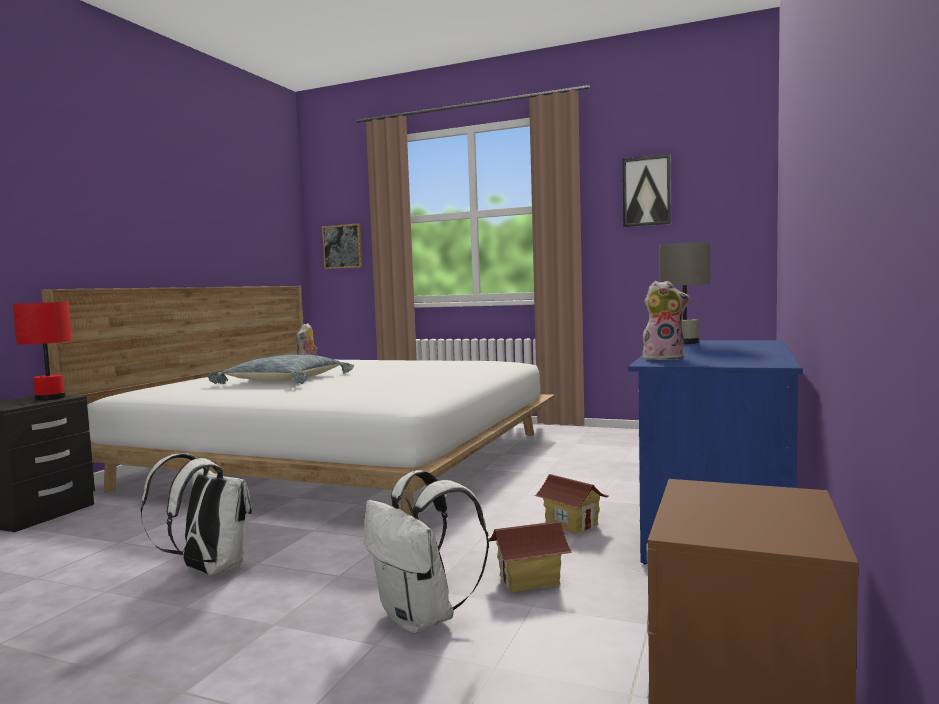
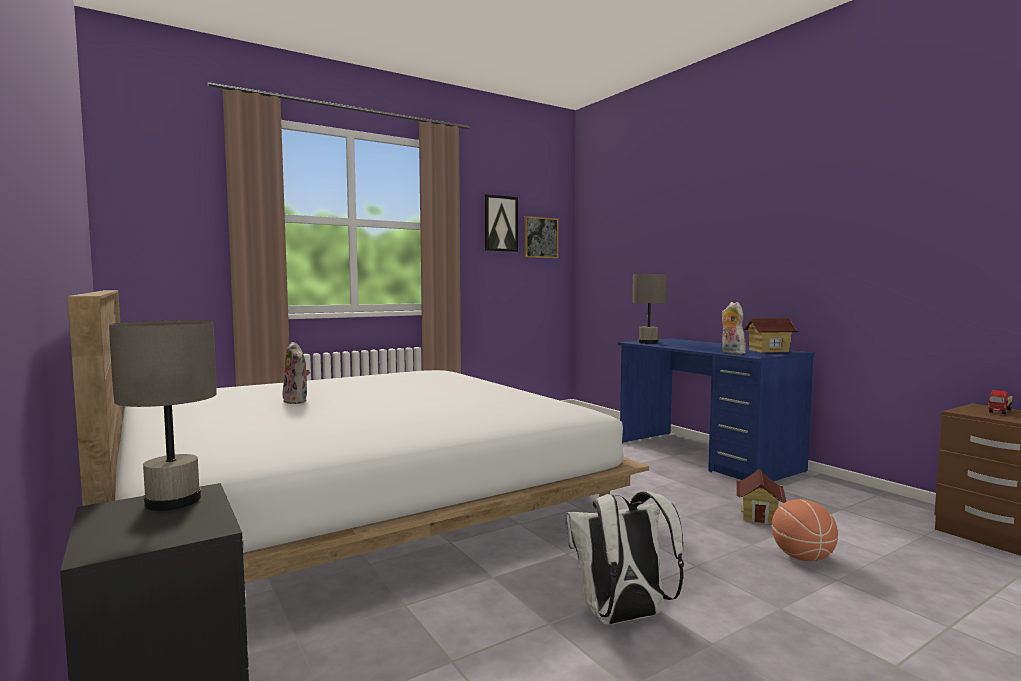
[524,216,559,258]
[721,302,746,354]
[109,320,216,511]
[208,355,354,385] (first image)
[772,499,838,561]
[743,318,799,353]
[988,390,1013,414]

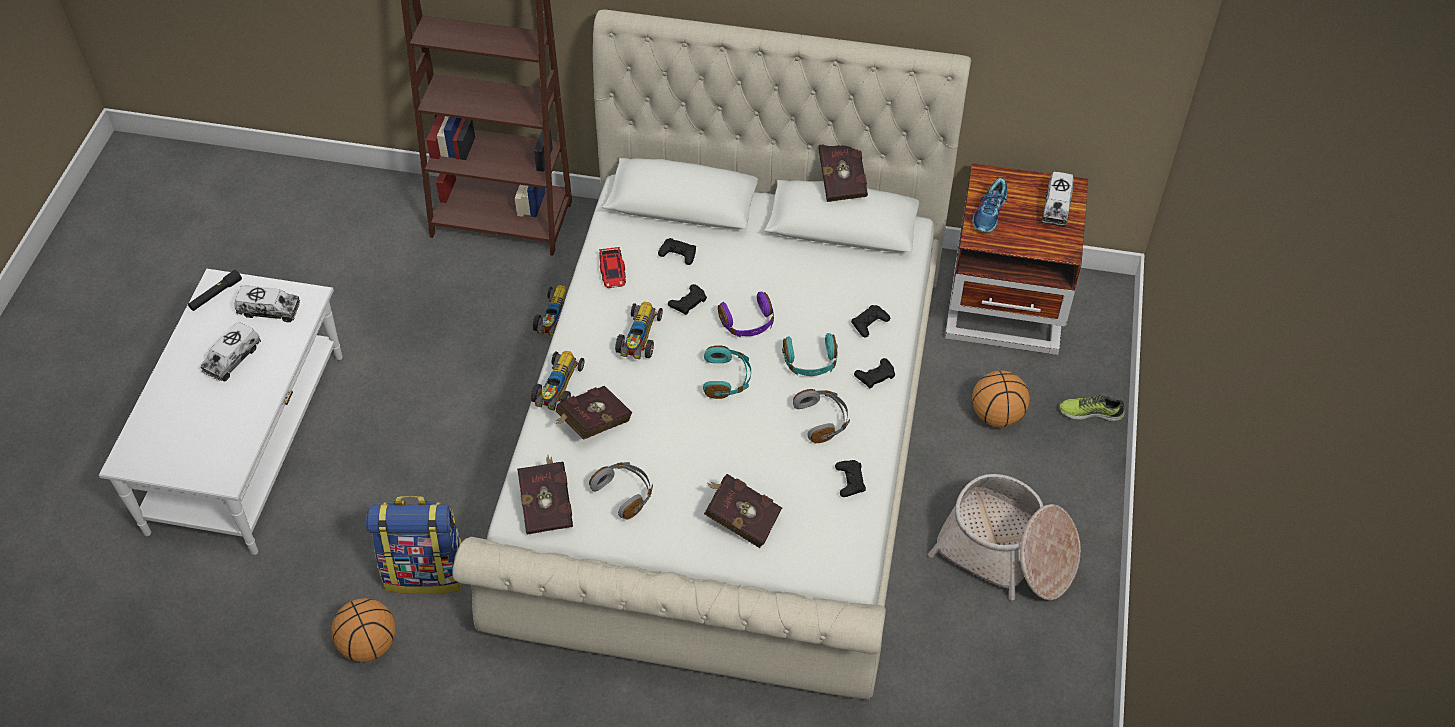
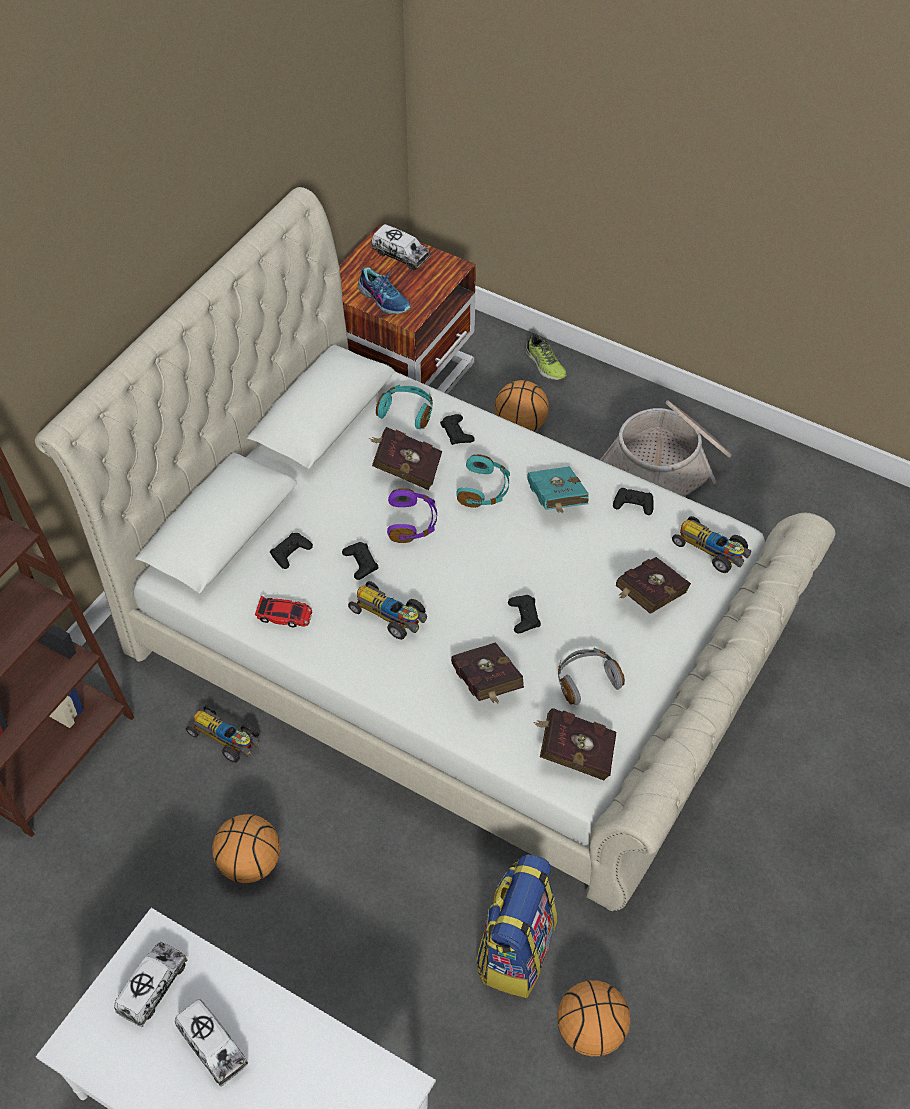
[369,427,442,490]
[188,270,242,311] (first image)
[376,385,433,429]
[672,516,751,573]
[508,595,541,633]
[527,466,589,514]
[525,333,567,380]
[212,814,281,883]

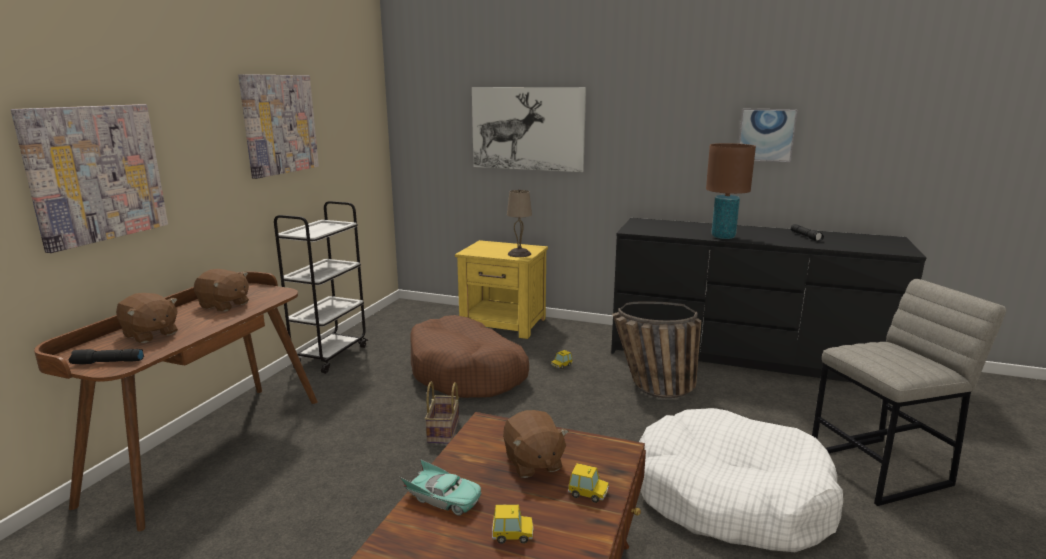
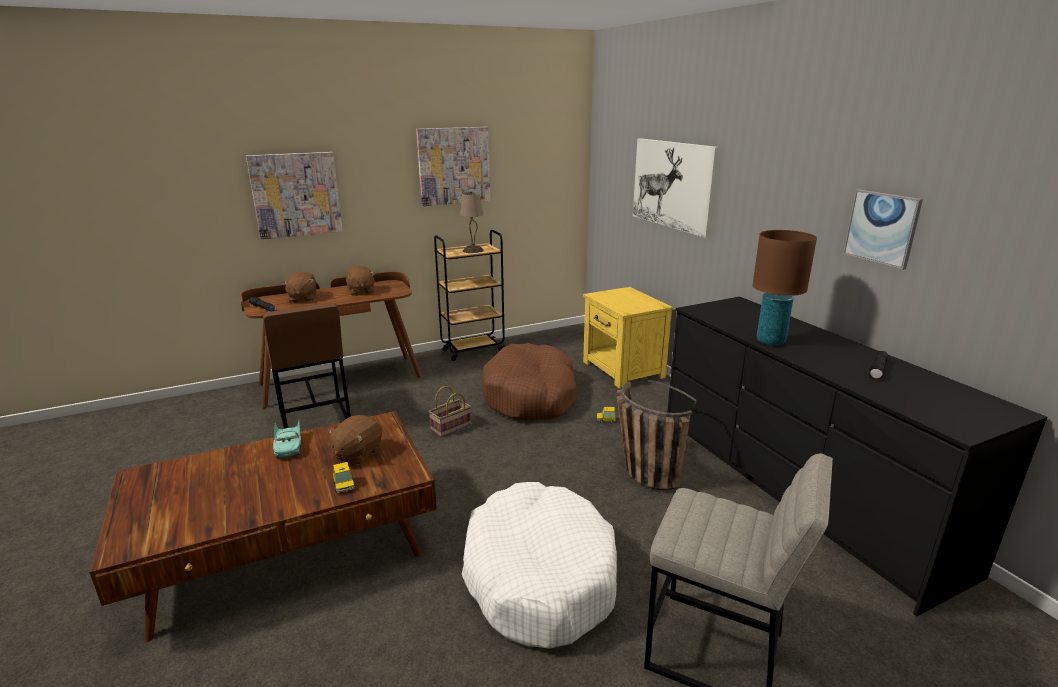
[460,191,484,253]
[434,230,506,361]
[492,504,533,544] (first image)
[263,303,351,428]

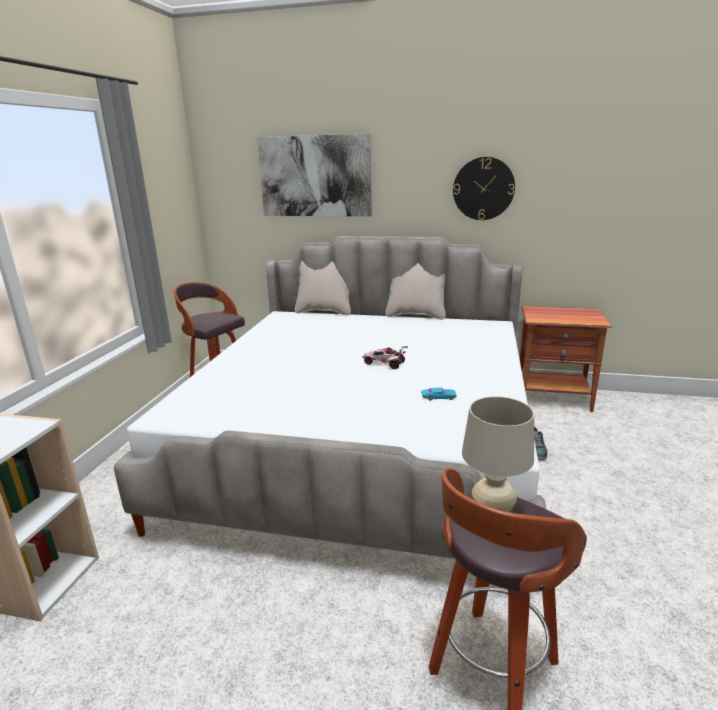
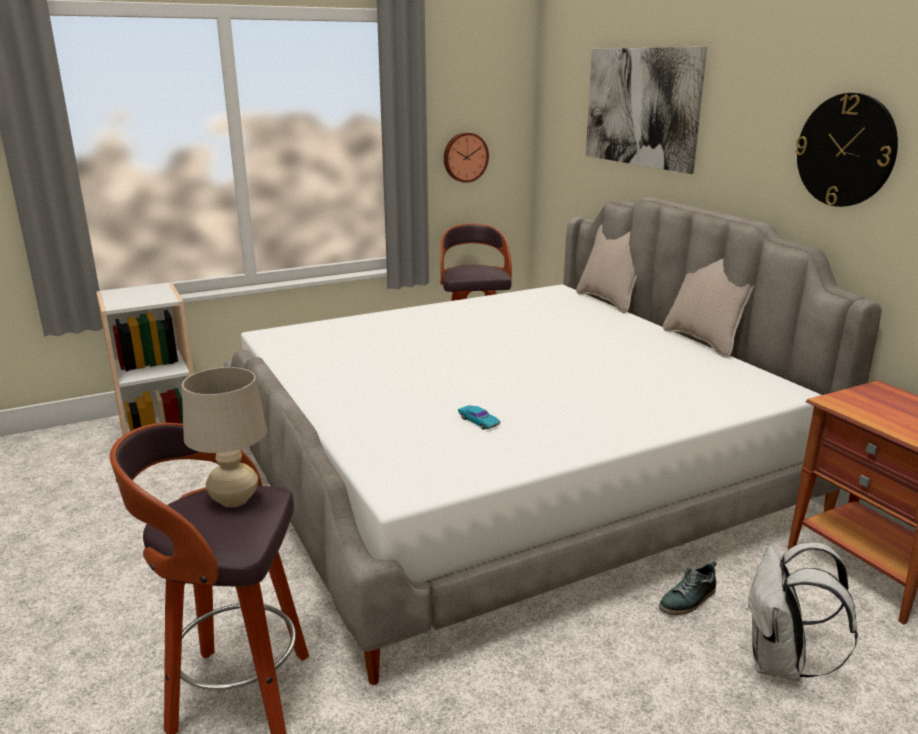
[362,346,408,369] (first image)
[444,132,489,183]
[746,542,858,682]

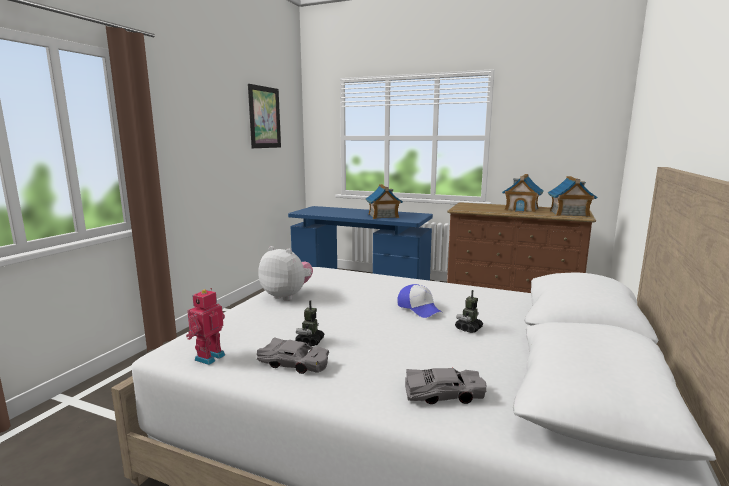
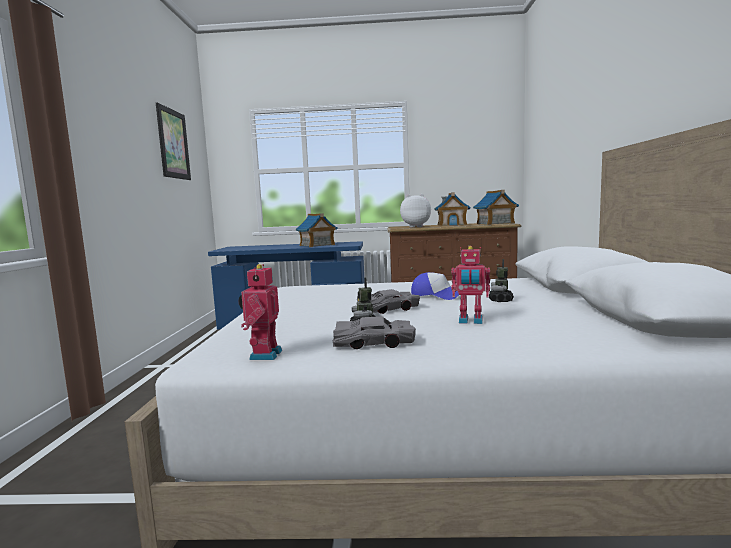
[400,194,431,227]
[357,289,420,314]
[451,246,490,324]

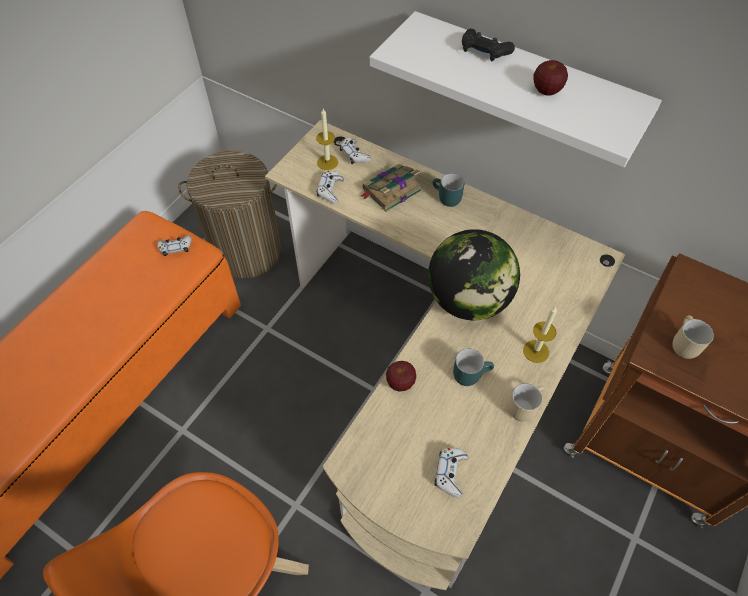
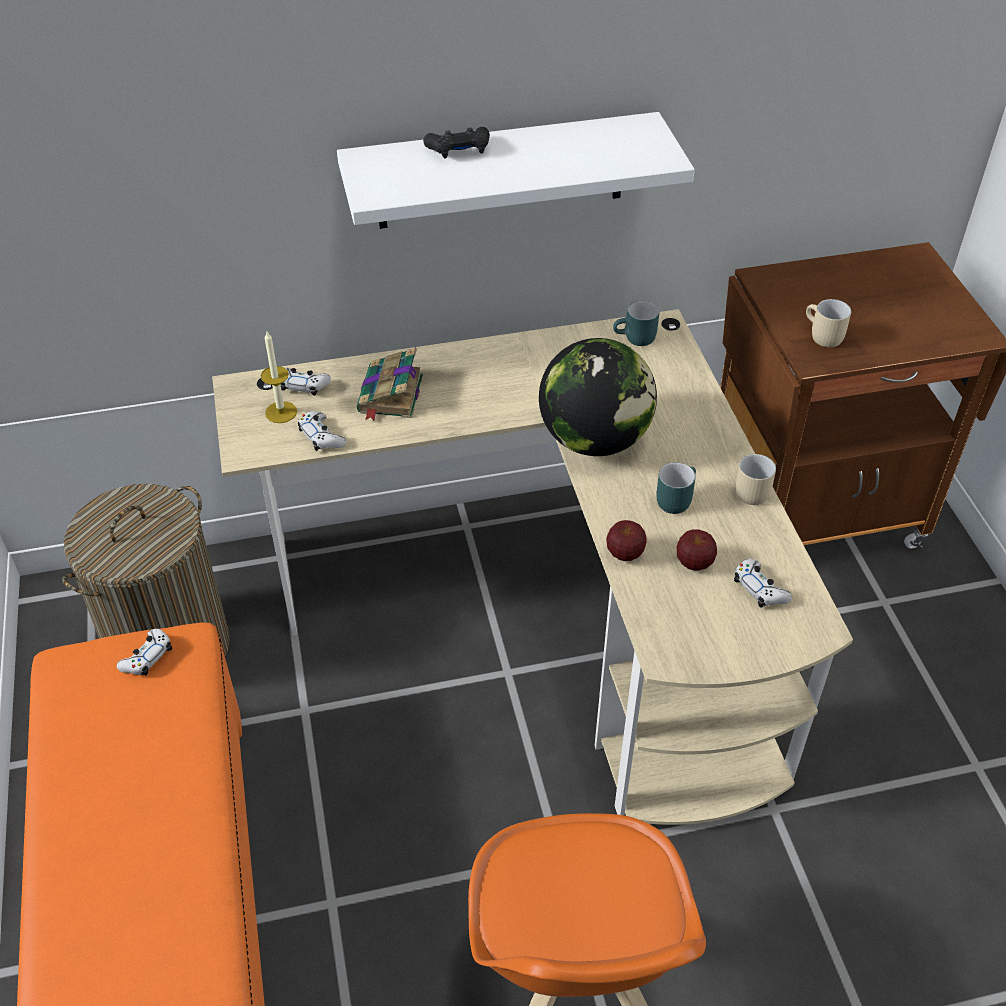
[677,529,717,571]
[613,301,659,346]
[523,306,557,363] (first image)

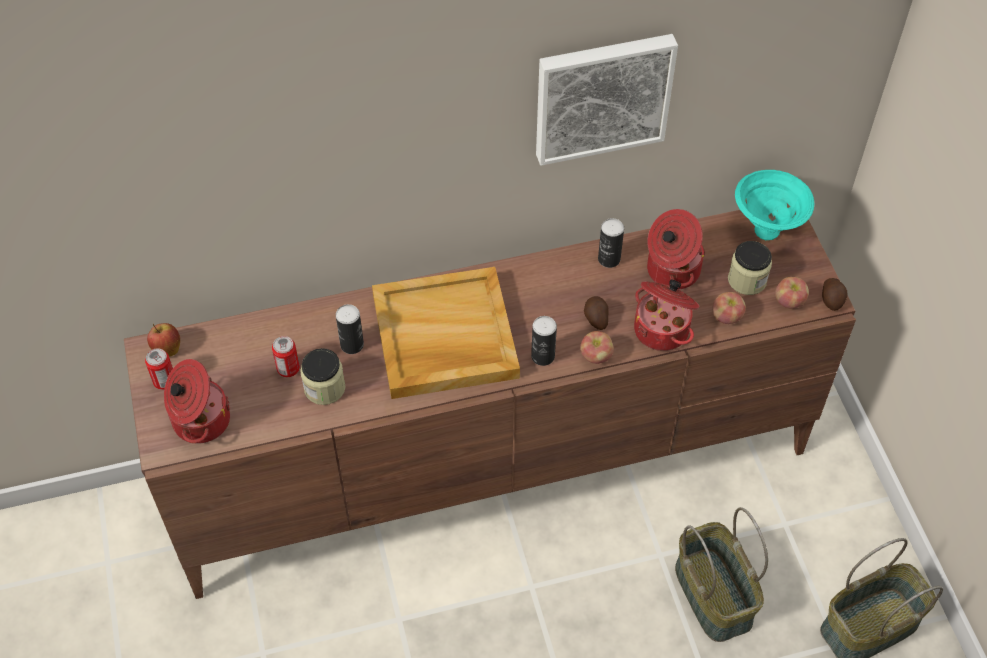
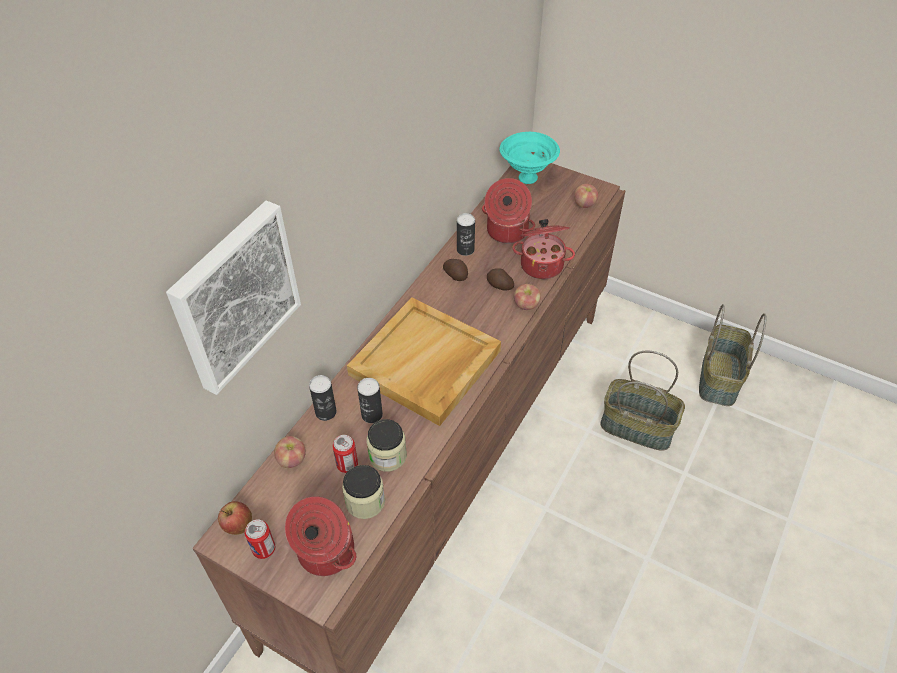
[166,200,301,395]
[342,465,385,519]
[443,259,468,281]
[274,436,306,468]
[309,375,336,421]

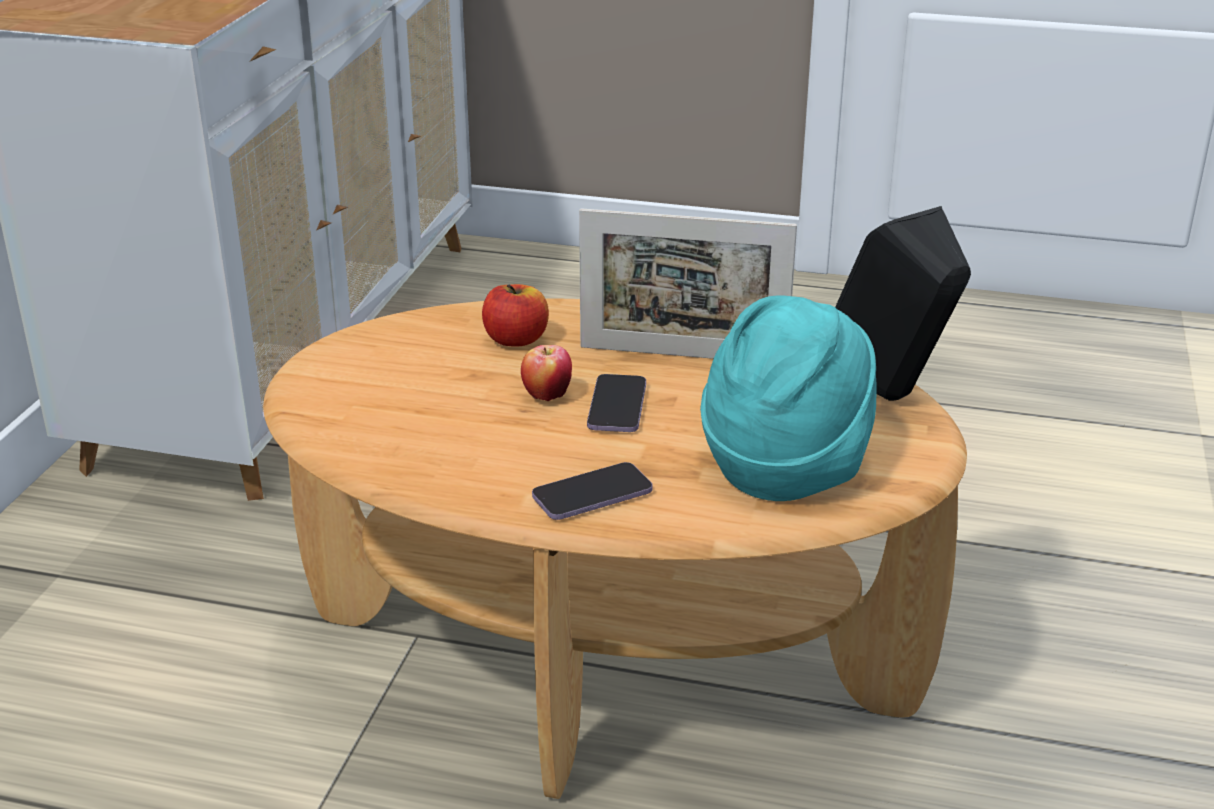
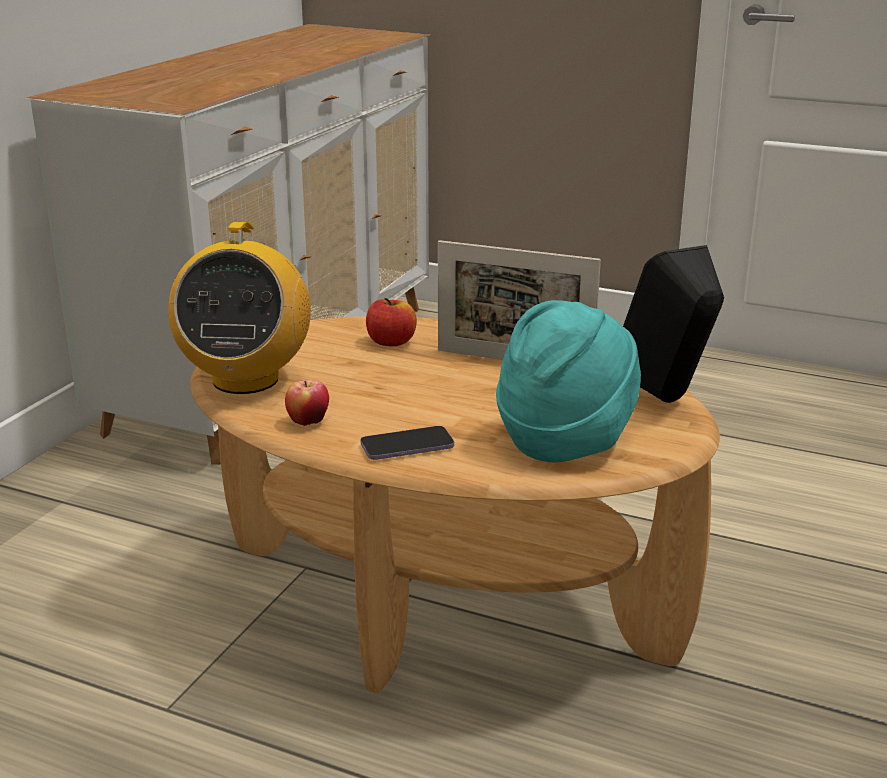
[285,380,329,426]
[587,374,646,432] (first image)
[168,222,311,394]

